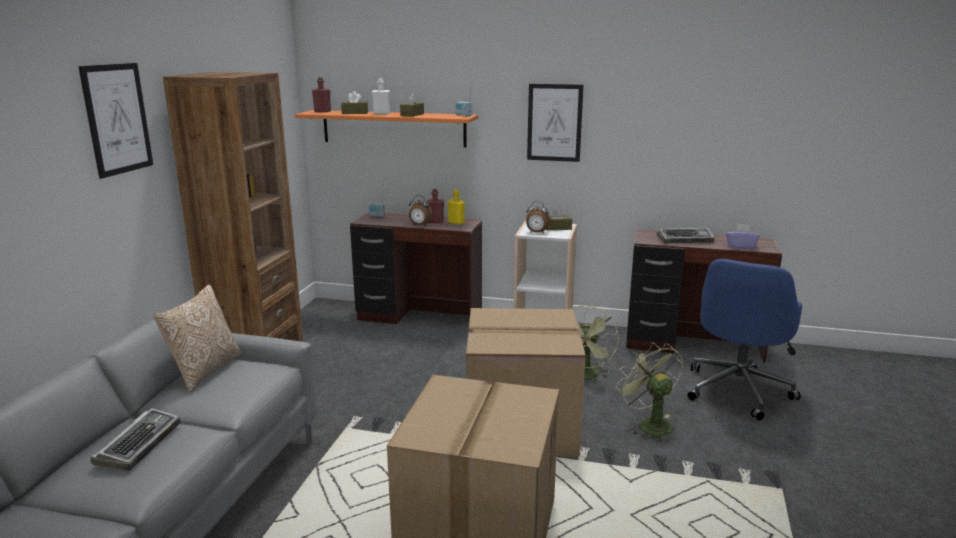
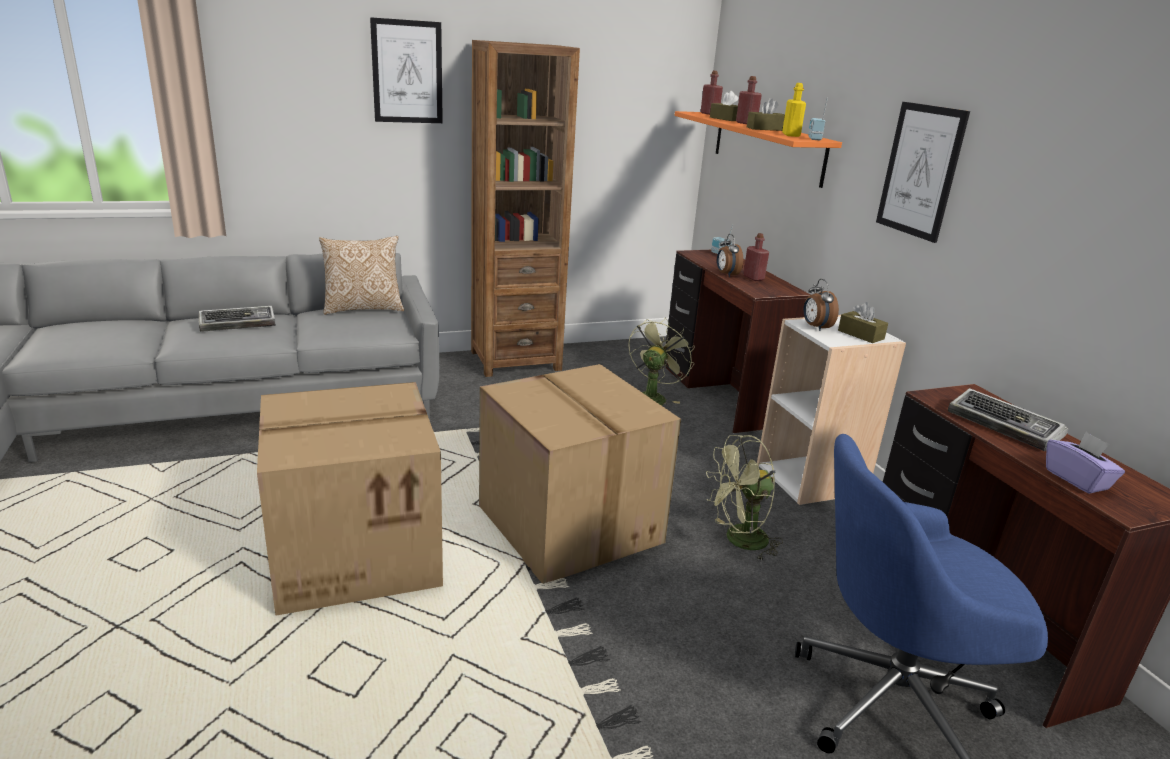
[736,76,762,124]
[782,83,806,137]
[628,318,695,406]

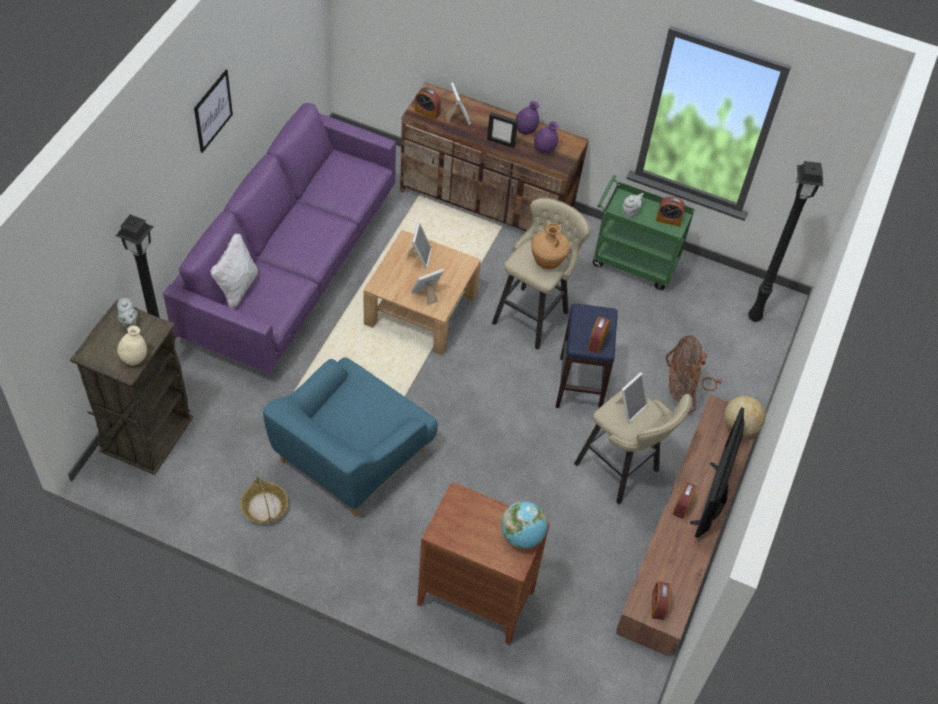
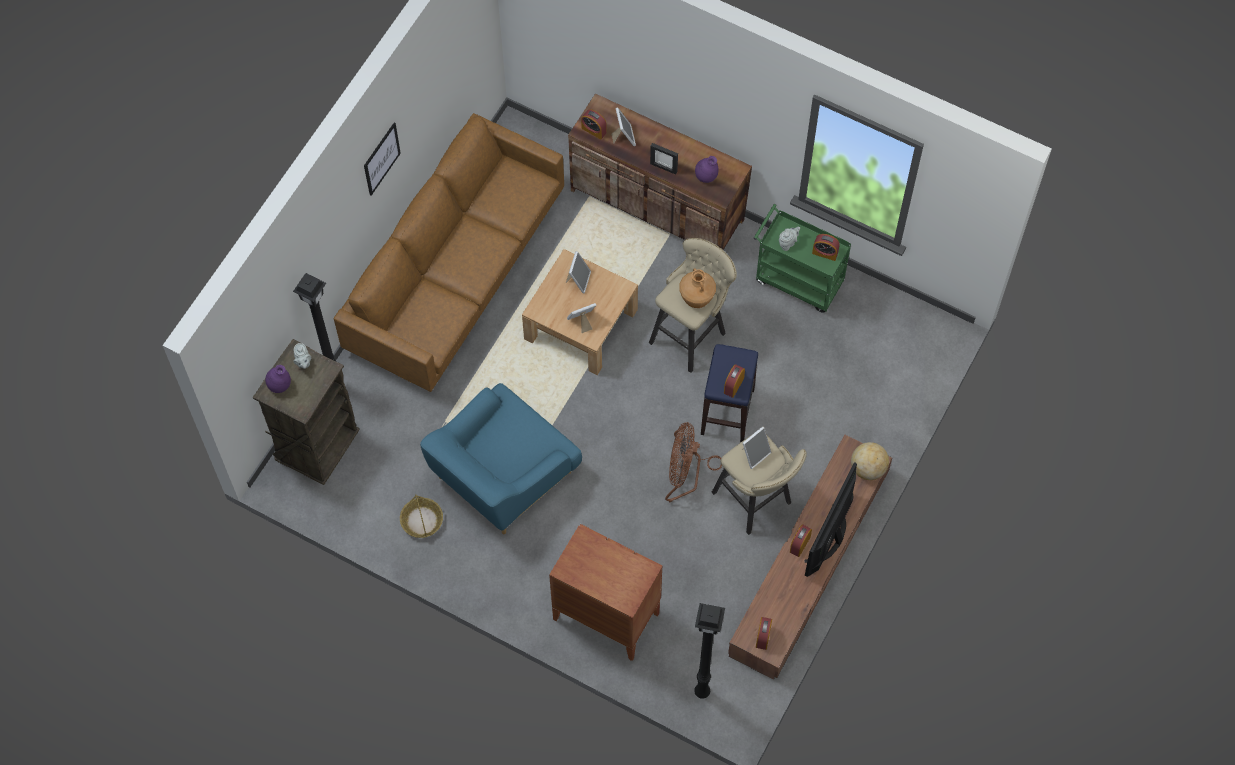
[265,365,291,393]
[334,113,564,392]
[694,603,725,699]
[210,234,258,309] (first image)
[117,326,147,365] (first image)
[665,422,722,503]
[501,502,548,548] (first image)

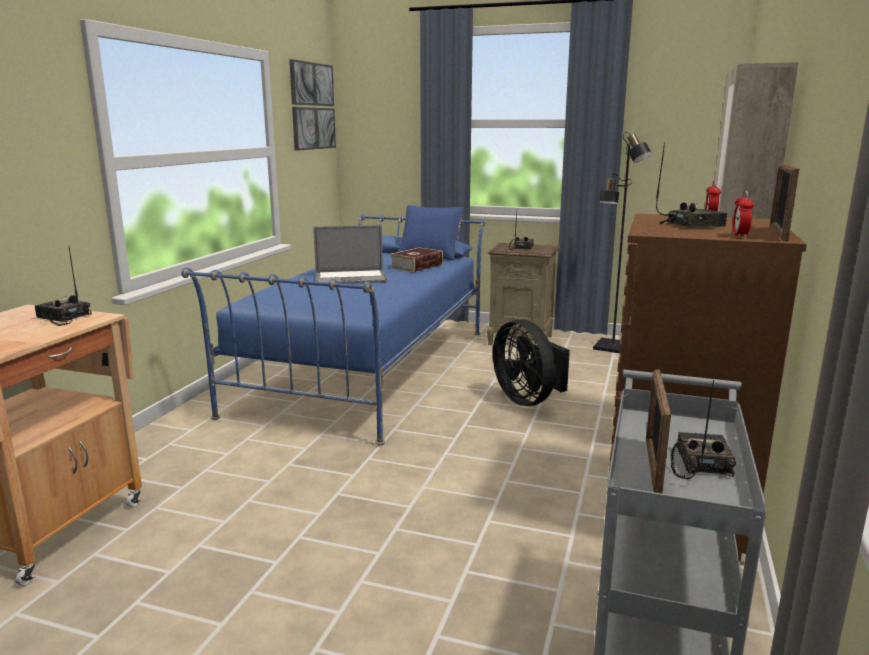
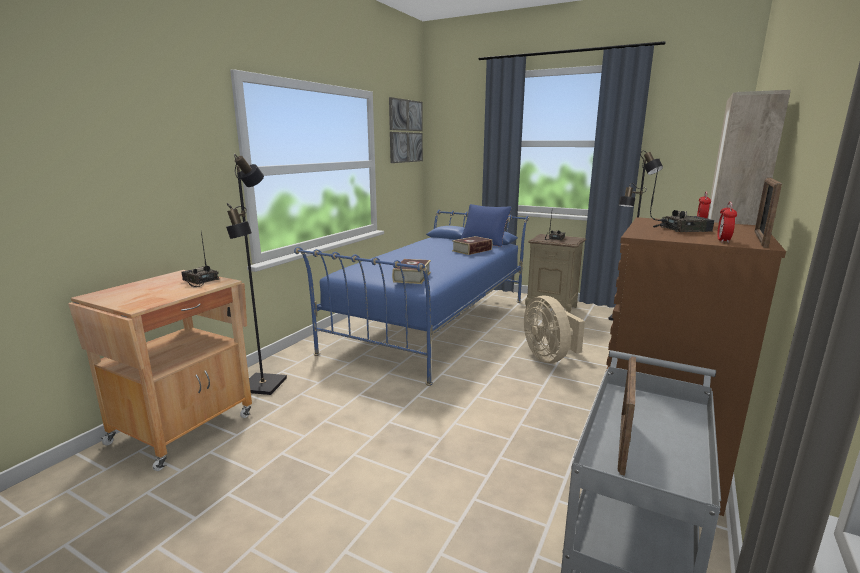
[313,225,387,284] (first image)
[524,295,585,363]
[671,380,736,479] (first image)
[226,154,287,395]
[392,259,431,284]

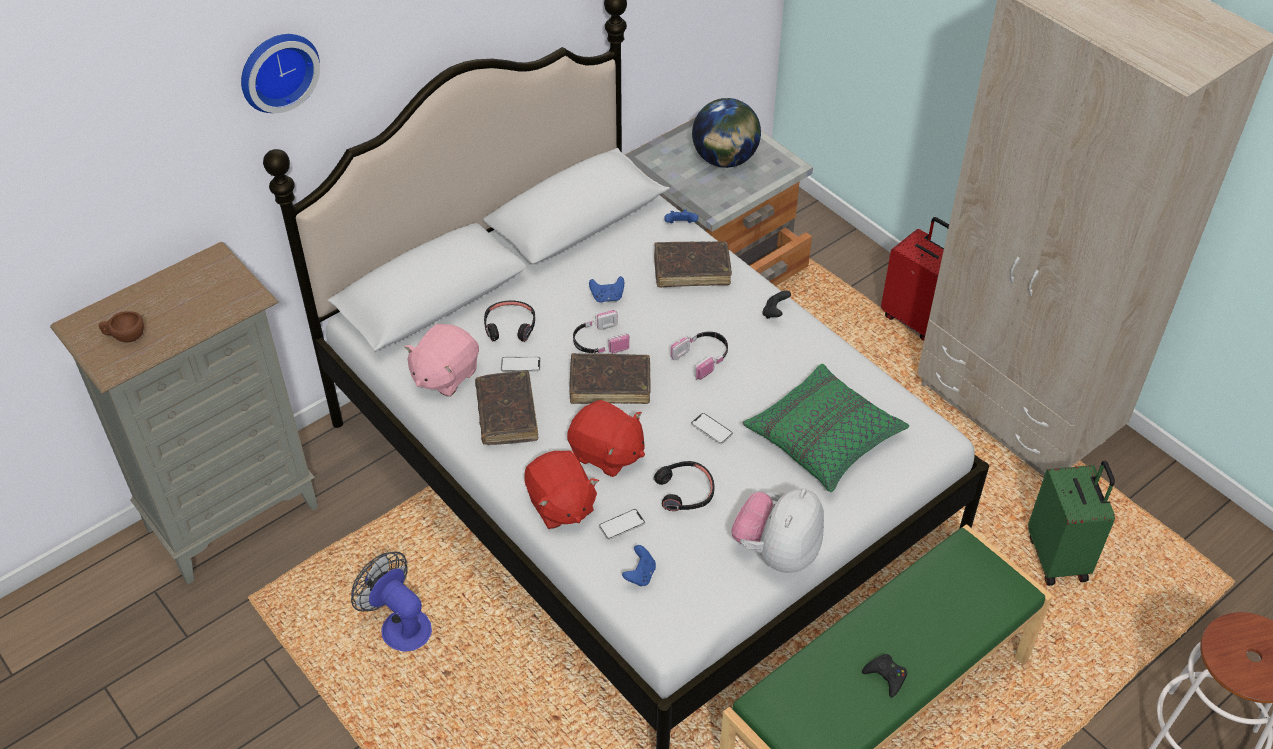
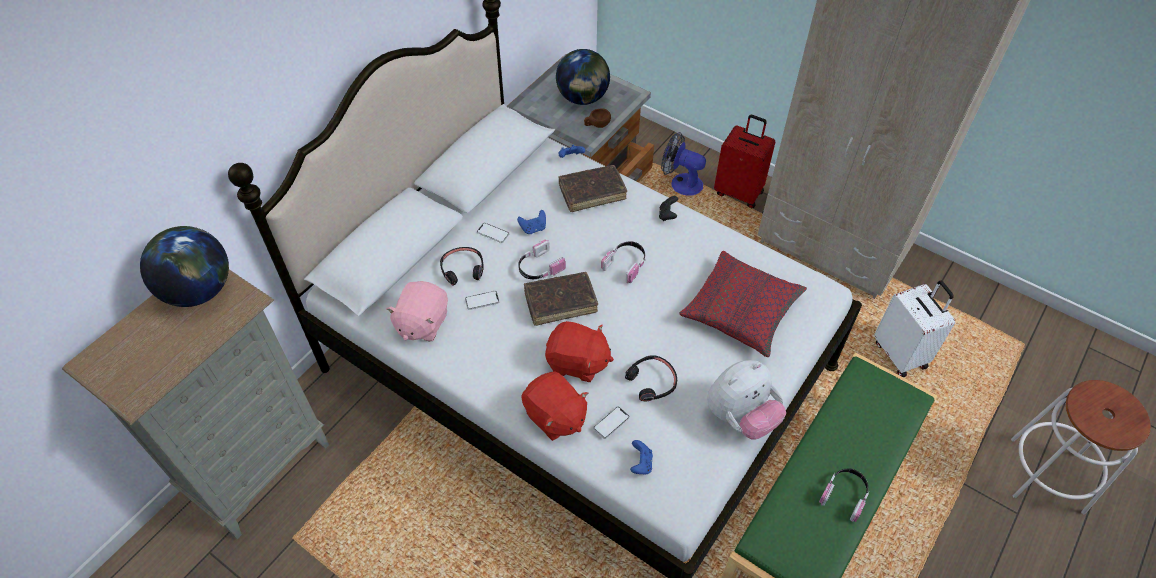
[241,34,320,113] (first image)
[584,108,611,128]
[679,251,807,357]
[475,370,538,445] (first image)
[477,223,510,243]
[874,281,955,377]
[707,360,786,439]
[661,132,706,195]
[819,468,870,522]
[140,226,229,307]

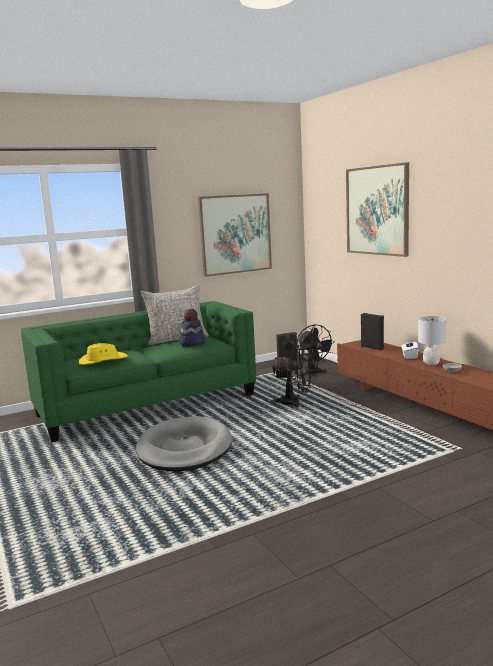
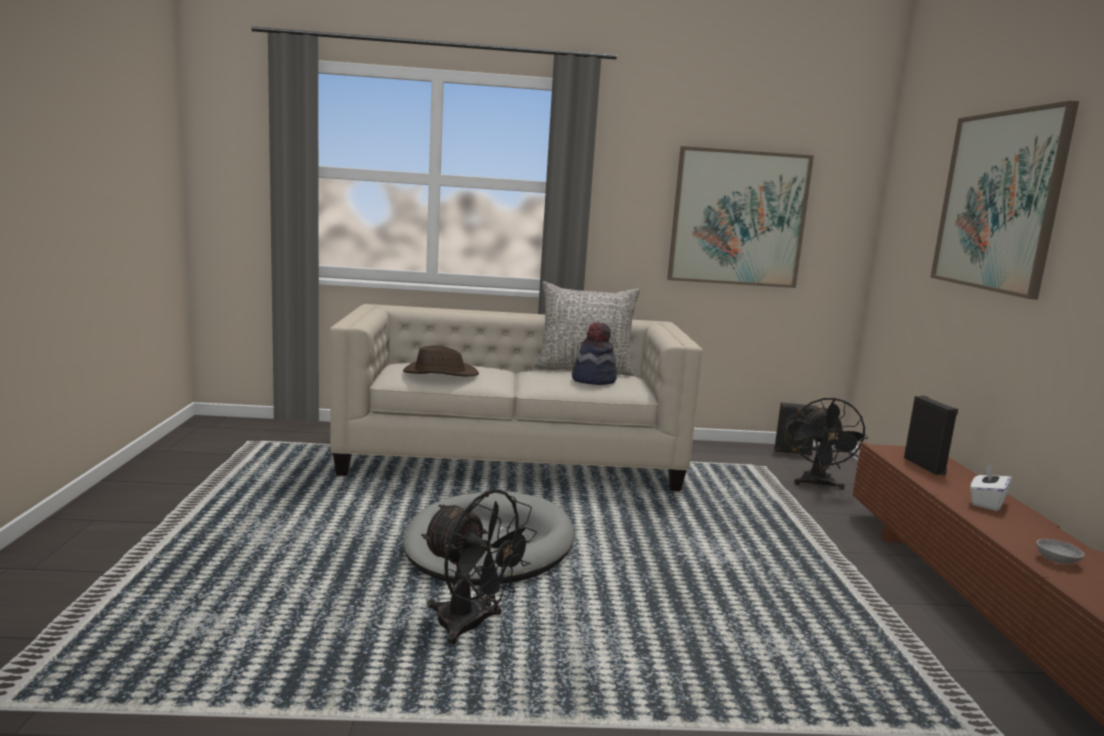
[330,304,703,492]
[418,316,446,365] (first image)
[403,345,479,377]
[421,490,537,645]

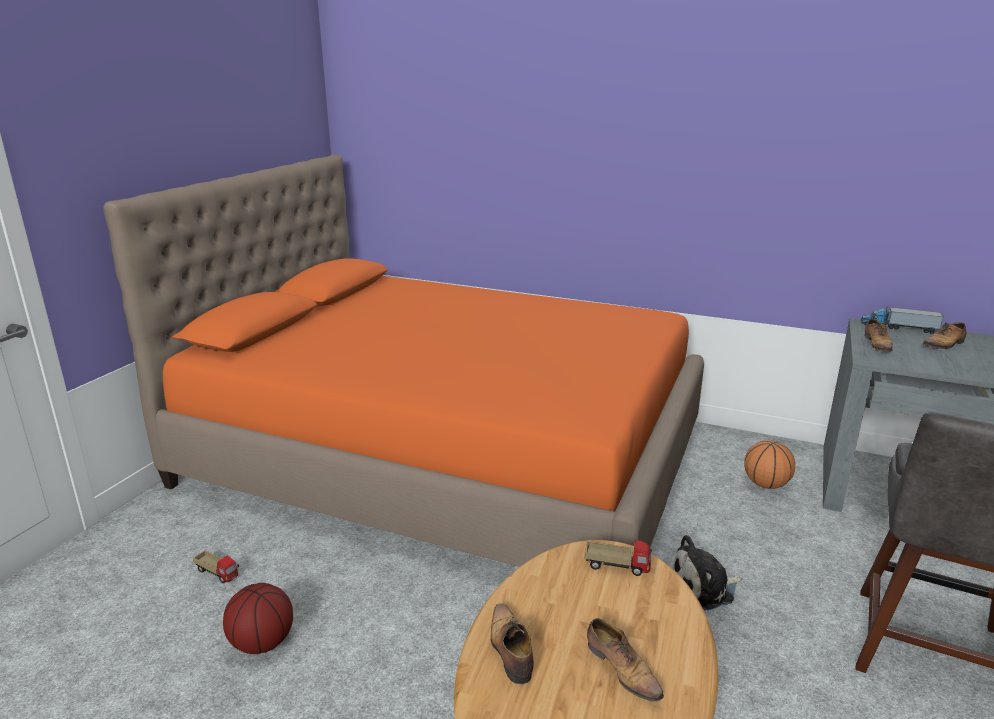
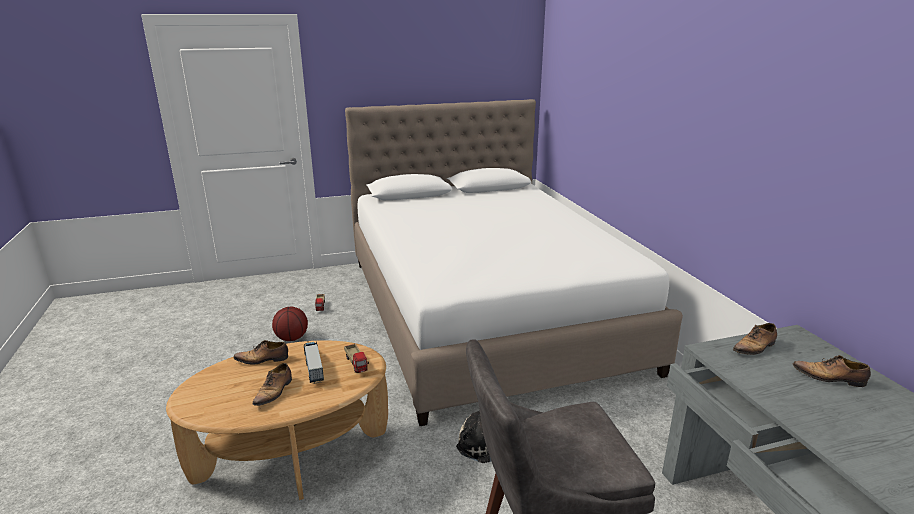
[345,99,683,426]
[304,342,324,384]
[744,440,795,489] (first image)
[234,340,288,365]

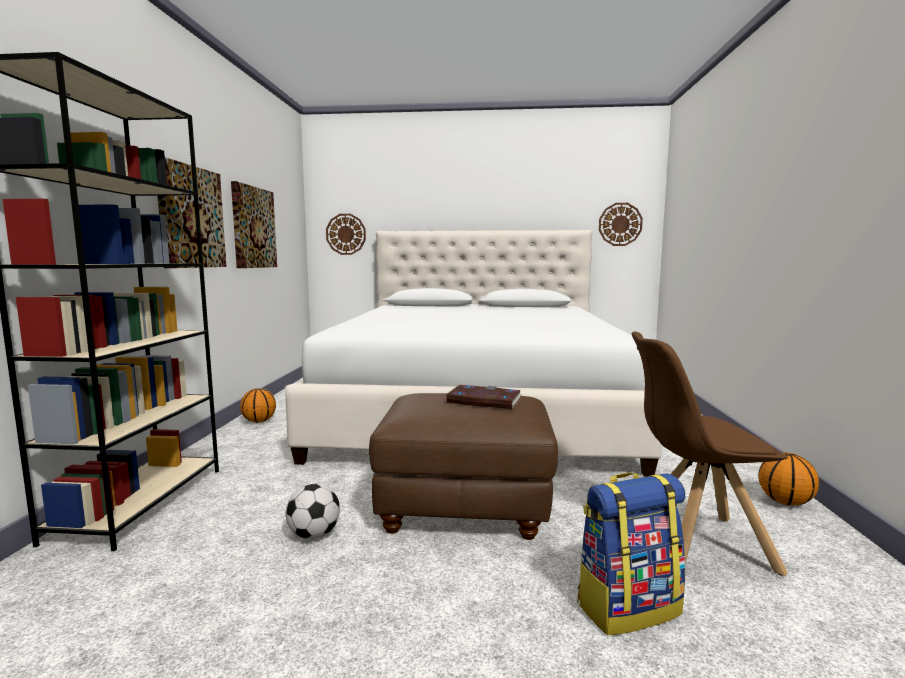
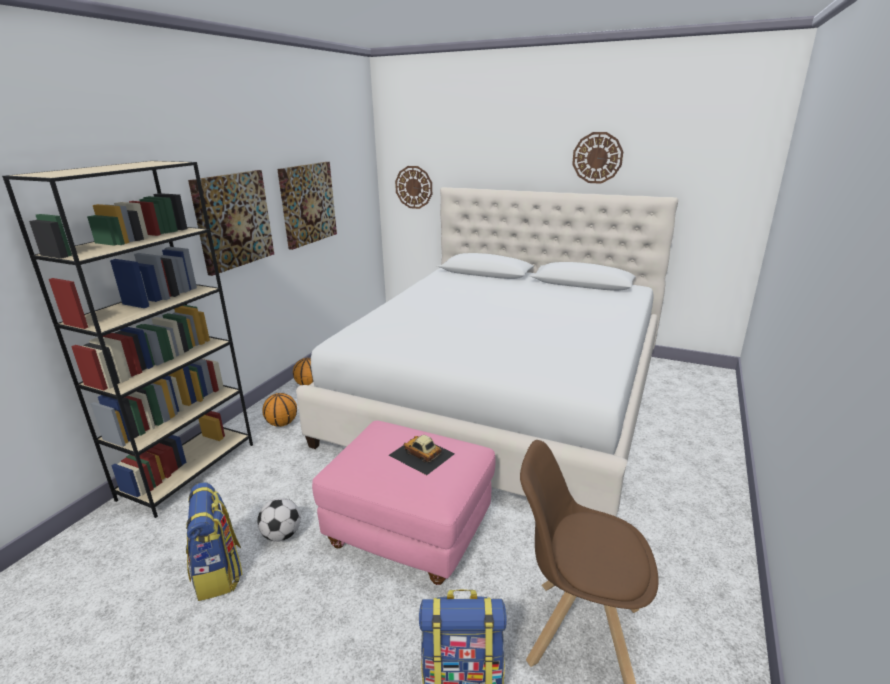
[572,132,623,184]
[389,435,455,475]
[312,420,496,585]
[262,393,297,427]
[186,482,243,601]

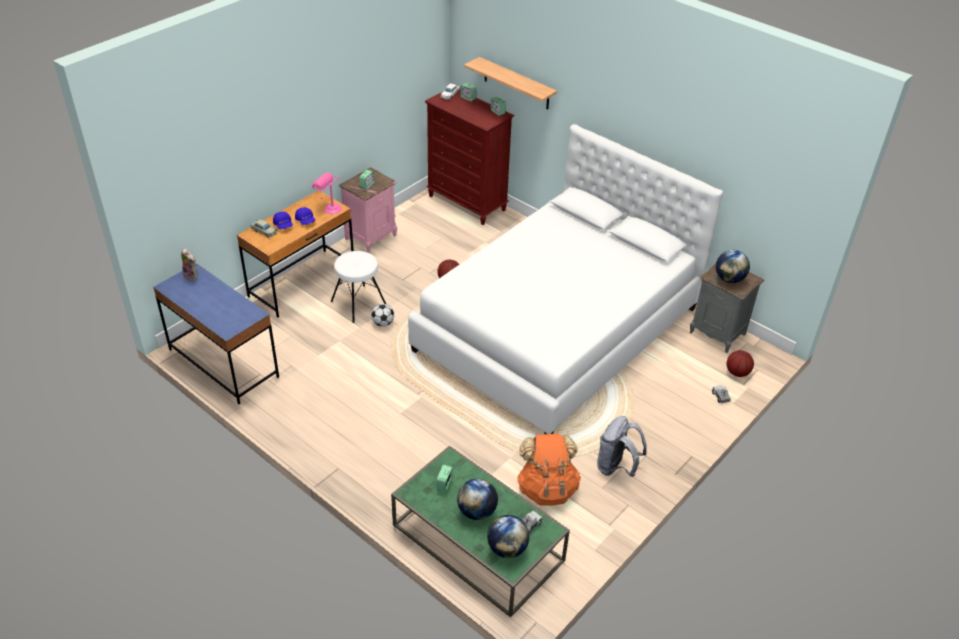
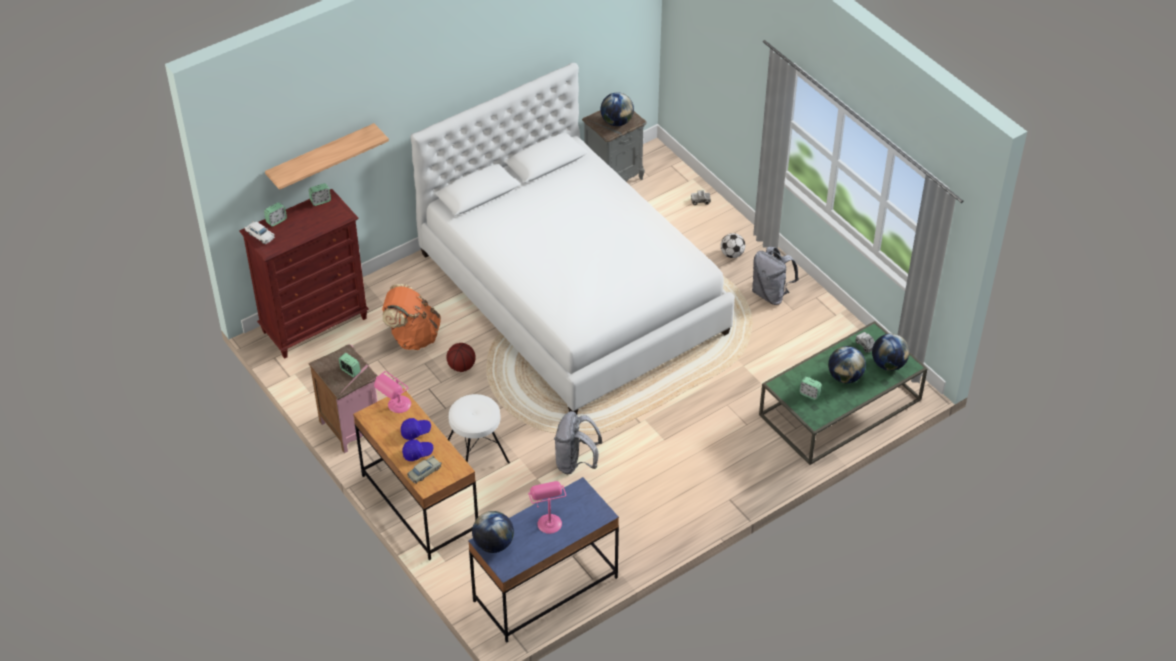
[472,511,514,553]
[721,233,745,258]
[727,350,754,377] (first image)
[382,284,441,350]
[554,411,602,474]
[528,481,566,534]

